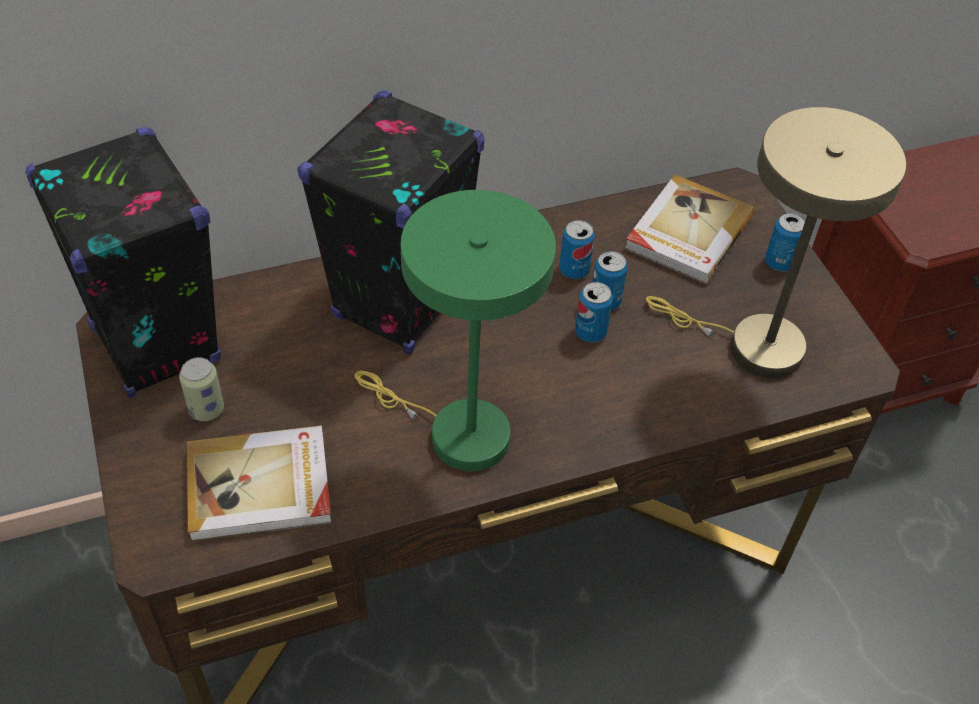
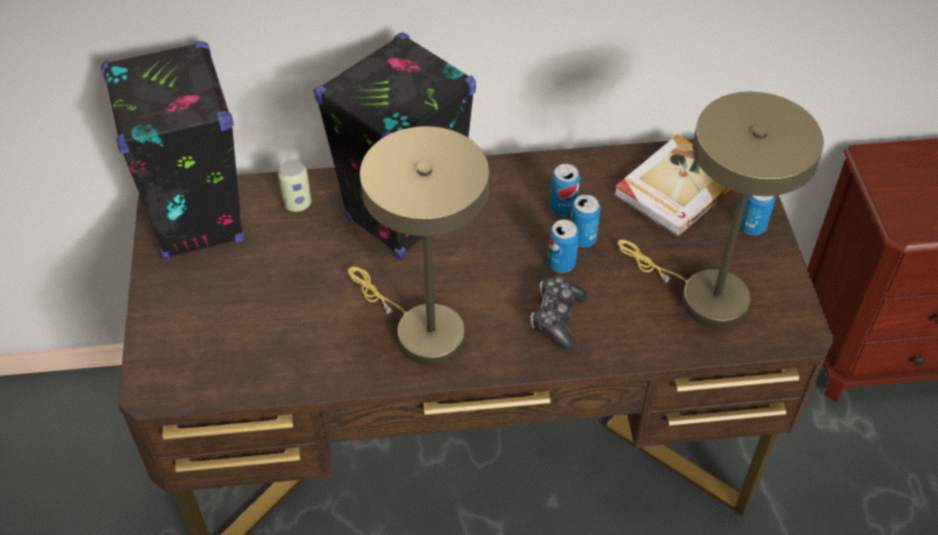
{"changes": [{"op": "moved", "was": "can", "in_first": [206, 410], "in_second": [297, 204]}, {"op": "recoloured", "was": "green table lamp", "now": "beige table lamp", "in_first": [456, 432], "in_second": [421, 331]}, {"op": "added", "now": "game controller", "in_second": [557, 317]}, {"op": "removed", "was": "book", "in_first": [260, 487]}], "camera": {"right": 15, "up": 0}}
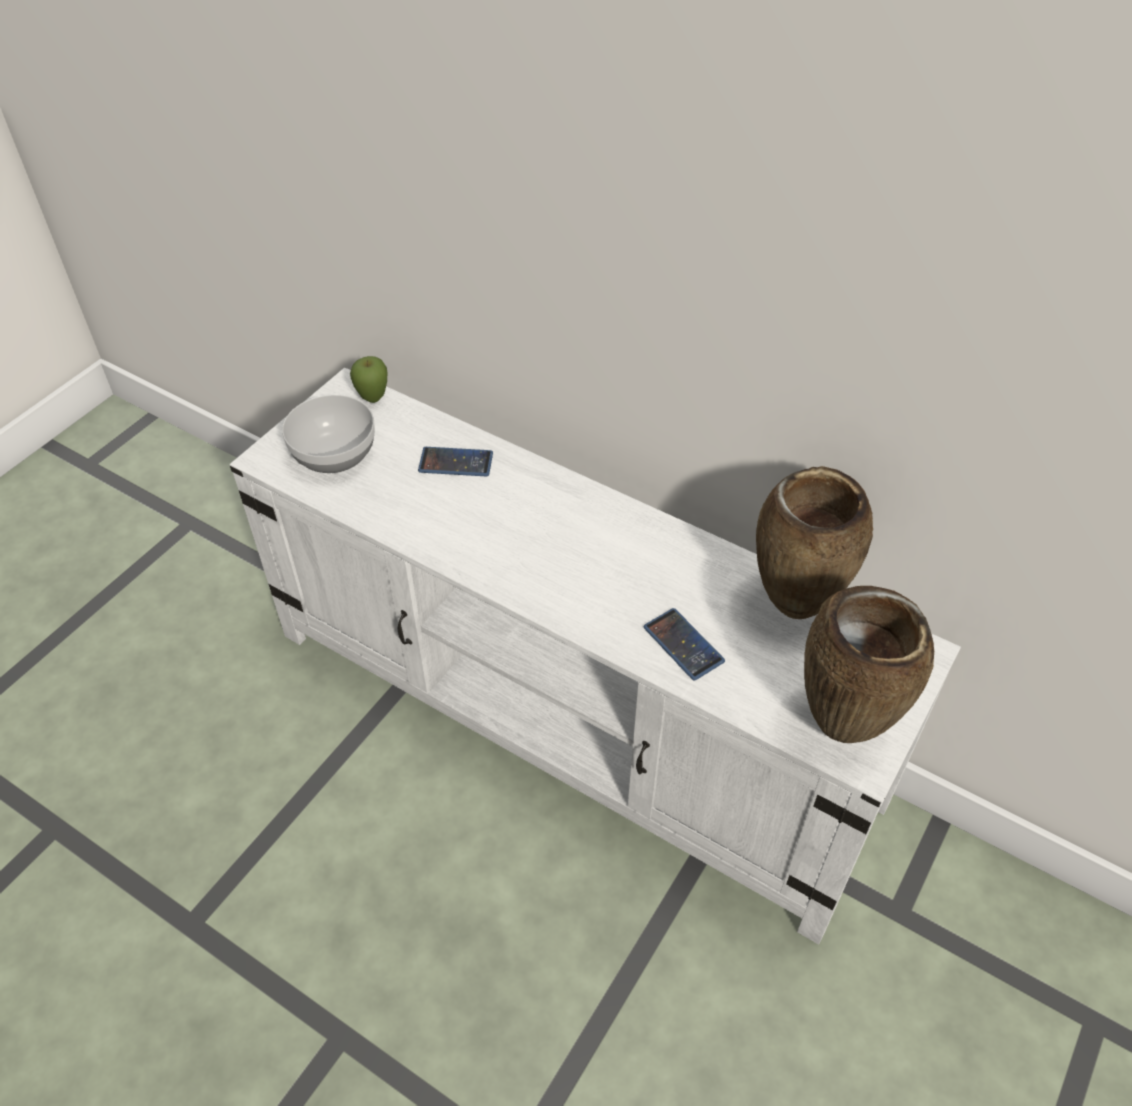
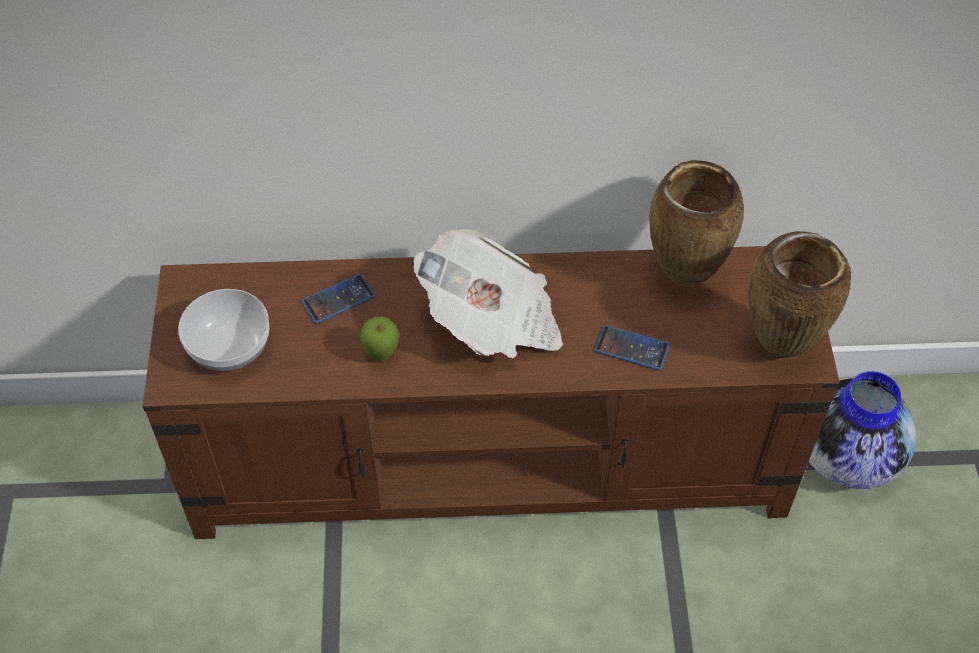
{"changes": [{"op": "recoloured", "was": "white tv stand", "now": "brown tv stand", "in_first": [570, 718], "in_second": [492, 463]}, {"op": "moved", "was": "apple", "in_first": [373, 399], "in_second": [381, 355]}, {"op": "added", "now": "newspaper", "in_second": [492, 321]}, {"op": "added", "now": "vase", "in_second": [847, 455]}], "camera": {"right": -35, "up": 5}}
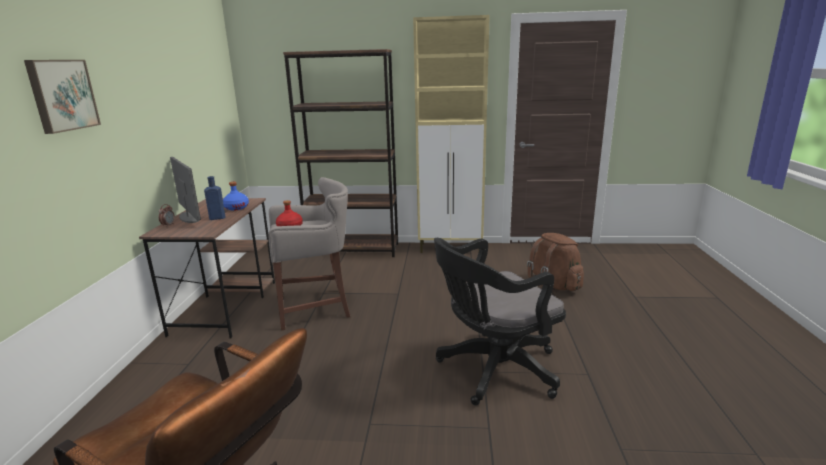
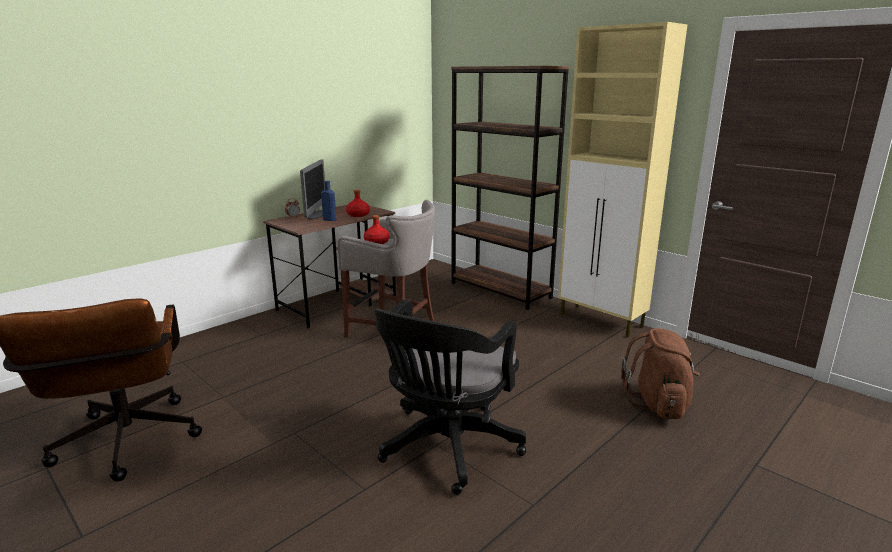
{"changes": [{"op": "recoloured", "was": "blue bottle", "now": "red bottle", "in_first": [236, 208], "in_second": [358, 215]}, {"op": "turned", "was": "black office chair", "in_first": [493, 370], "in_second": [446, 449], "clockwise": -75}, {"op": "removed", "was": "picture", "in_first": [62, 95]}], "camera": {"right": 40, "up": 0}}
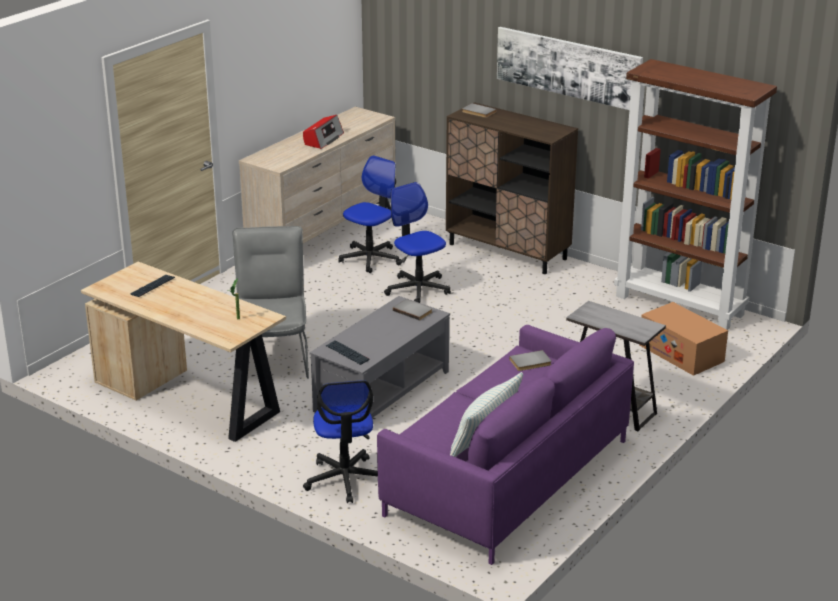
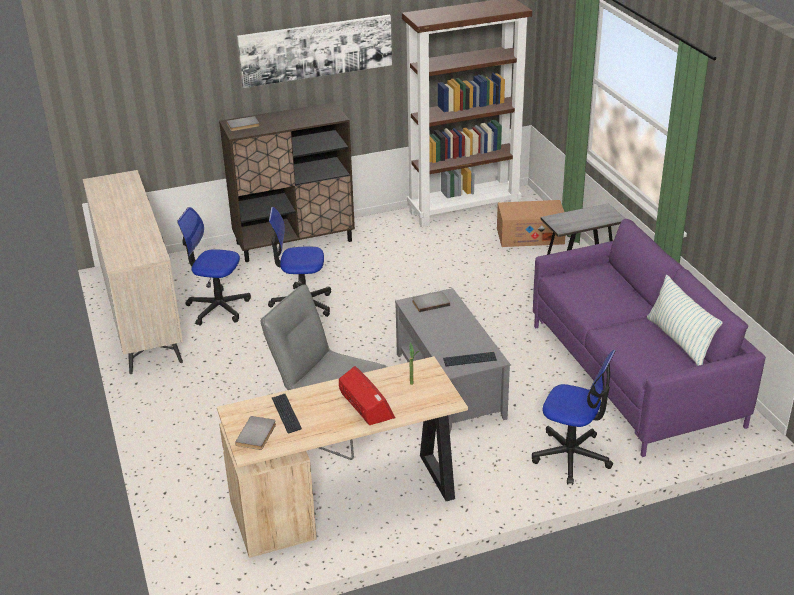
{"changes": [{"op": "turned", "was": "office chair", "in_first": [370, 259], "in_second": [218, 308], "clockwise": -60}, {"op": "moved", "was": "grey book", "in_first": [531, 363], "in_second": [257, 434]}, {"op": "moved", "was": "radio", "in_first": [323, 139], "in_second": [366, 405]}], "camera": {"right": -55, "up": 5}}
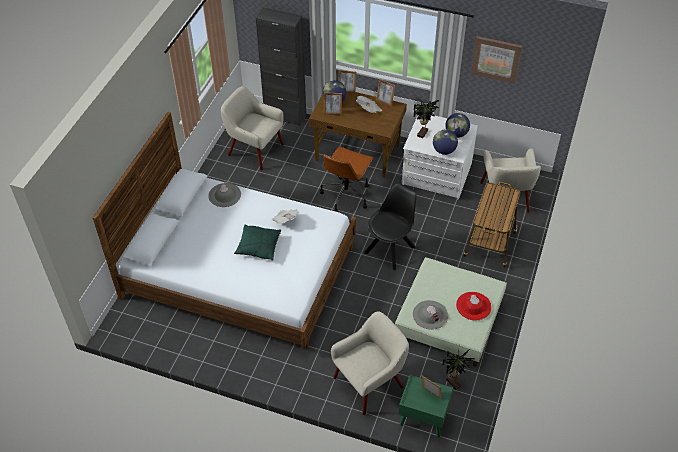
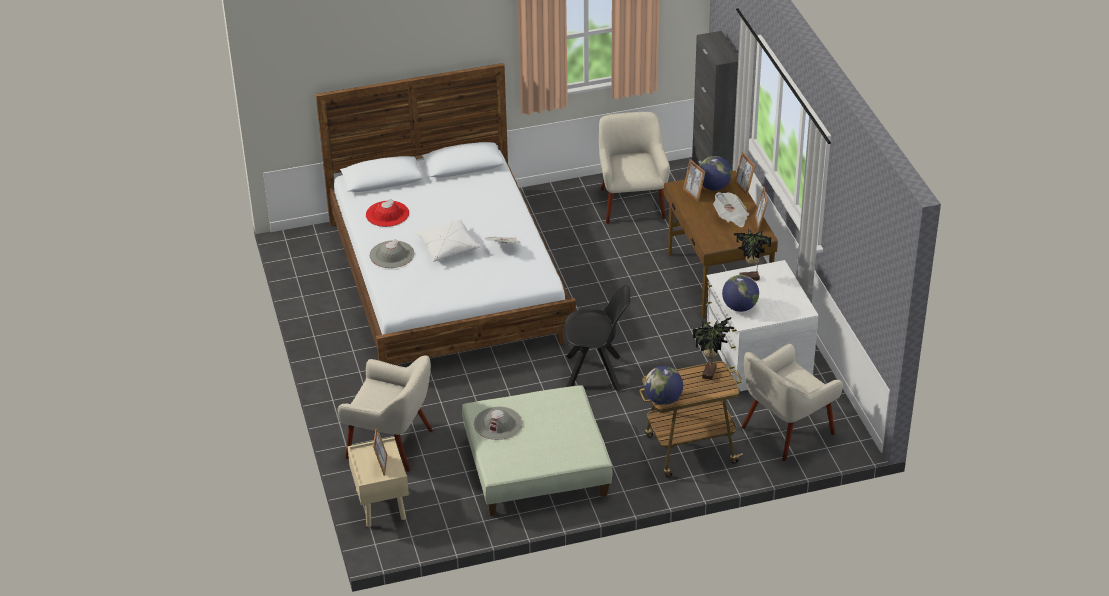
{"changes": [{"op": "recoloured", "was": "green nightstand", "now": "beige nightstand", "in_first": [422, 419], "in_second": [380, 504]}, {"op": "moved", "was": "red hat", "in_first": [473, 306], "in_second": [387, 214]}, {"op": "moved", "was": "grey hat", "in_first": [224, 195], "in_second": [392, 254]}, {"op": "recoloured", "was": "green pillow", "now": "white pillow", "in_first": [258, 247], "in_second": [447, 247]}, {"op": "moved", "was": "globe", "in_first": [456, 134], "in_second": [663, 400]}, {"op": "moved", "was": "potted plant", "in_first": [454, 382], "in_second": [711, 372]}, {"op": "removed", "was": "brown office chair", "in_first": [346, 195]}, {"op": "removed", "was": "picture", "in_first": [496, 59]}], "camera": {"right": 55, "up": -10}}
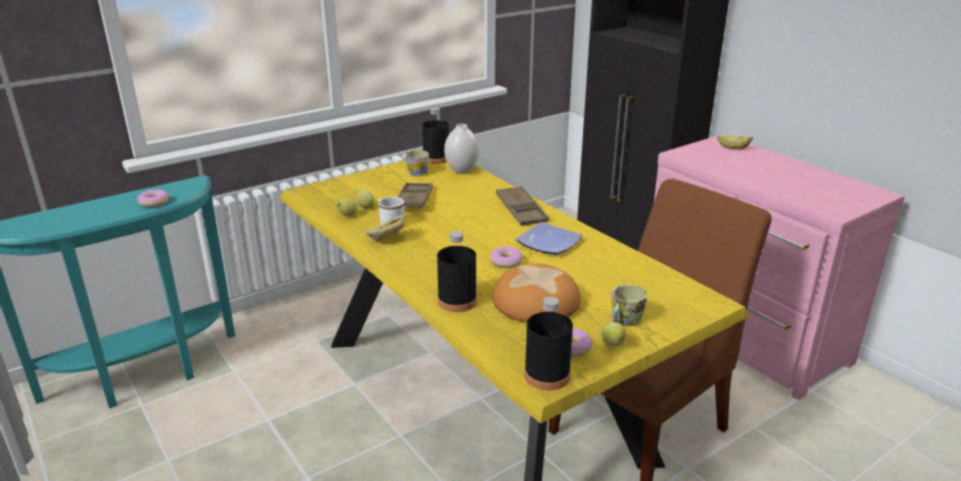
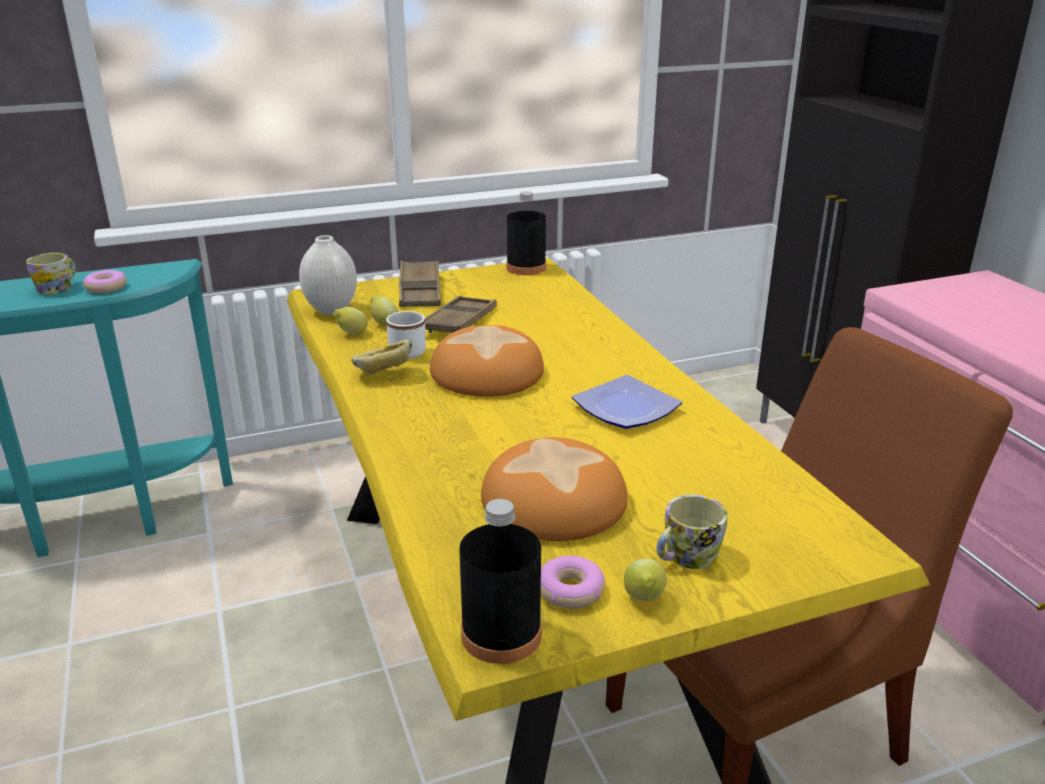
{"changes": [{"op": "moved", "was": "mug", "in_first": [418, 172], "in_second": [58, 288]}, {"op": "moved", "was": "white vase", "in_first": [461, 170], "in_second": [331, 310]}, {"op": "moved", "was": "brown tray", "in_first": [521, 210], "in_second": [420, 290]}, {"op": "added", "now": "bread", "in_second": [485, 372]}, {"op": "removed", "was": "black bottle", "in_first": [457, 301]}, {"op": "removed", "was": "donut", "in_first": [506, 262]}, {"op": "removed", "was": "banana", "in_first": [732, 148]}], "camera": {"right": 15, "up": 0}}
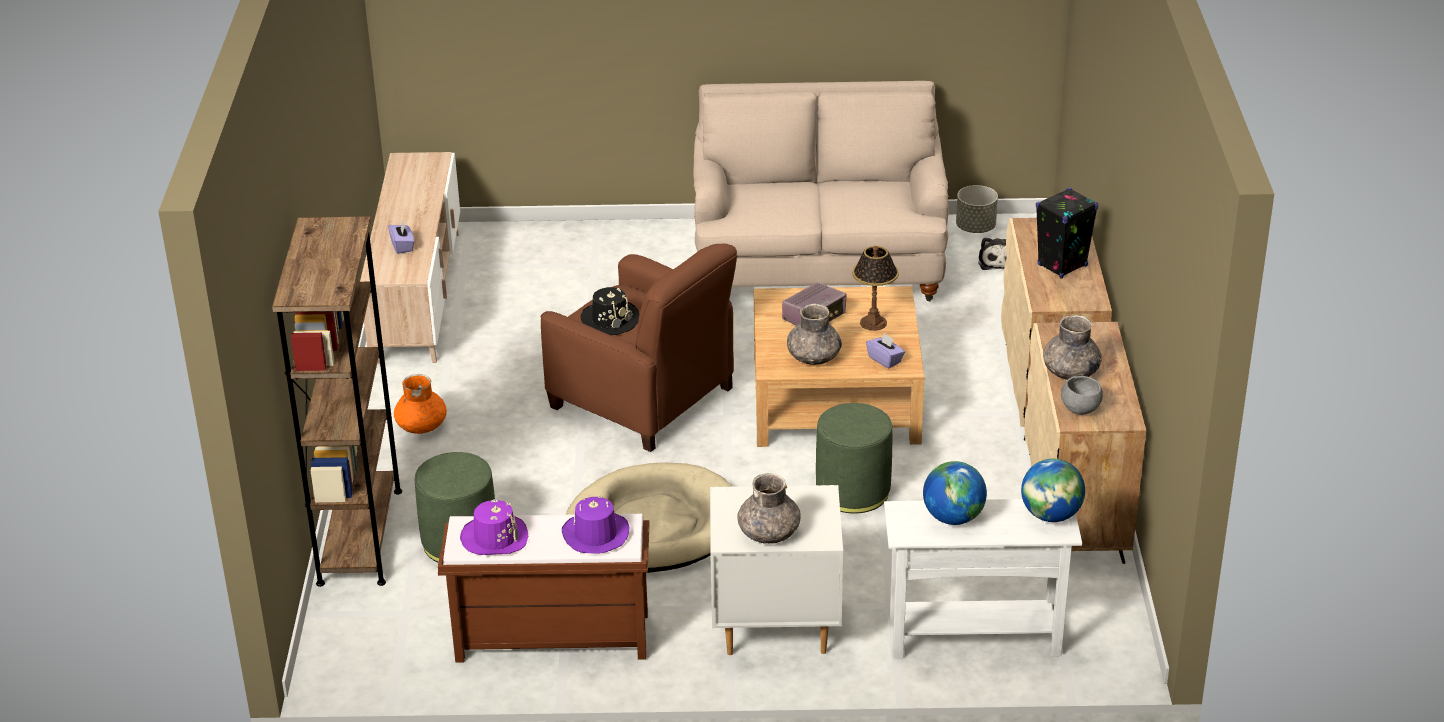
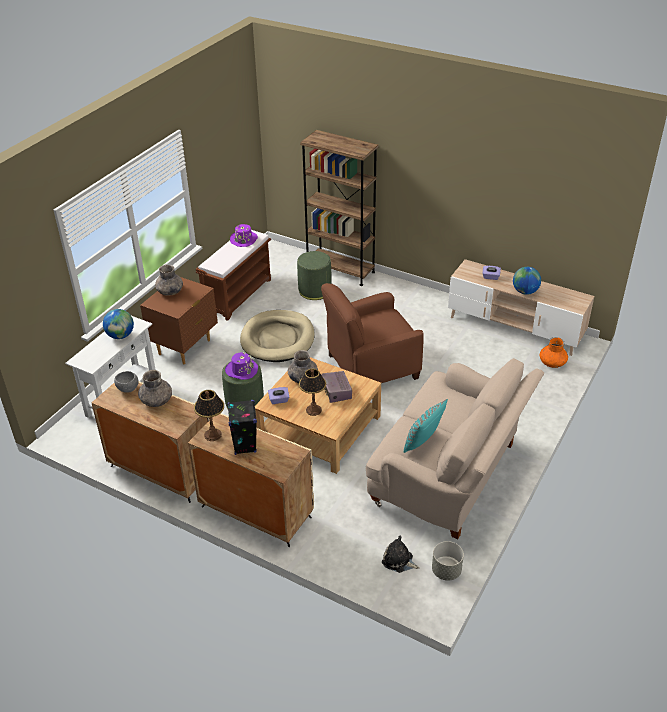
{"changes": [{"op": "recoloured", "was": "white nightstand", "now": "brown nightstand", "in_first": [775, 629], "in_second": [185, 347]}, {"op": "added", "now": "table lamp", "in_second": [213, 435]}, {"op": "moved", "was": "purple hat", "in_first": [595, 534], "in_second": [241, 370]}, {"op": "added", "now": "turquoise pillow", "in_second": [423, 442]}, {"op": "moved", "was": "globe", "in_first": [1051, 515], "in_second": [525, 292]}, {"op": "moved", "was": "orange vase", "in_first": [422, 425], "in_second": [552, 363]}, {"op": "removed", "was": "black hat", "in_first": [610, 319]}], "camera": {"right": 120, "up": 5}}
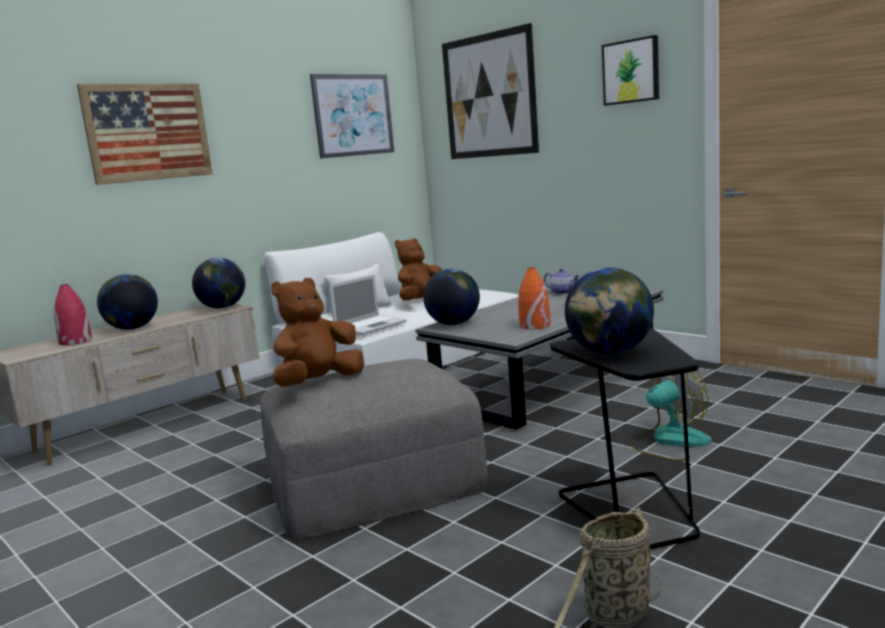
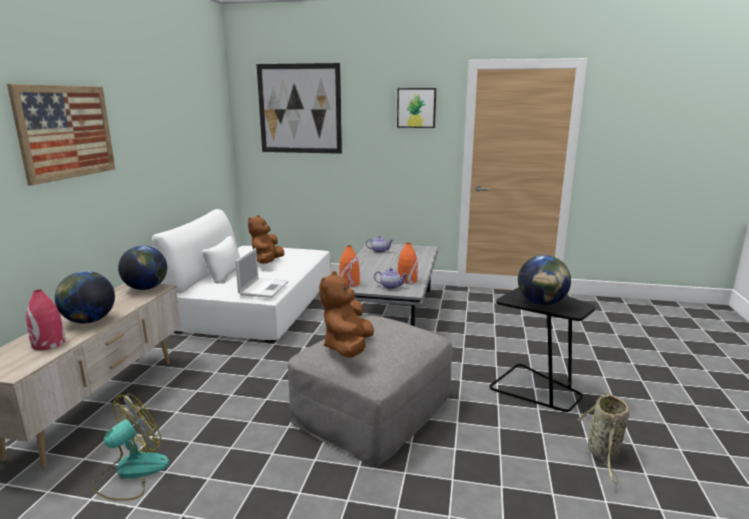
{"changes": [{"op": "moved", "was": "fan", "in_first": [669, 442], "in_second": [131, 472]}, {"op": "replaced", "was": "globe", "now": "orange vase", "in_first": [453, 324], "in_second": [349, 283]}, {"op": "added", "now": "teapot", "in_second": [390, 286]}, {"op": "removed", "was": "picture", "in_first": [353, 115]}], "camera": {"right": -35, "up": 5}}
